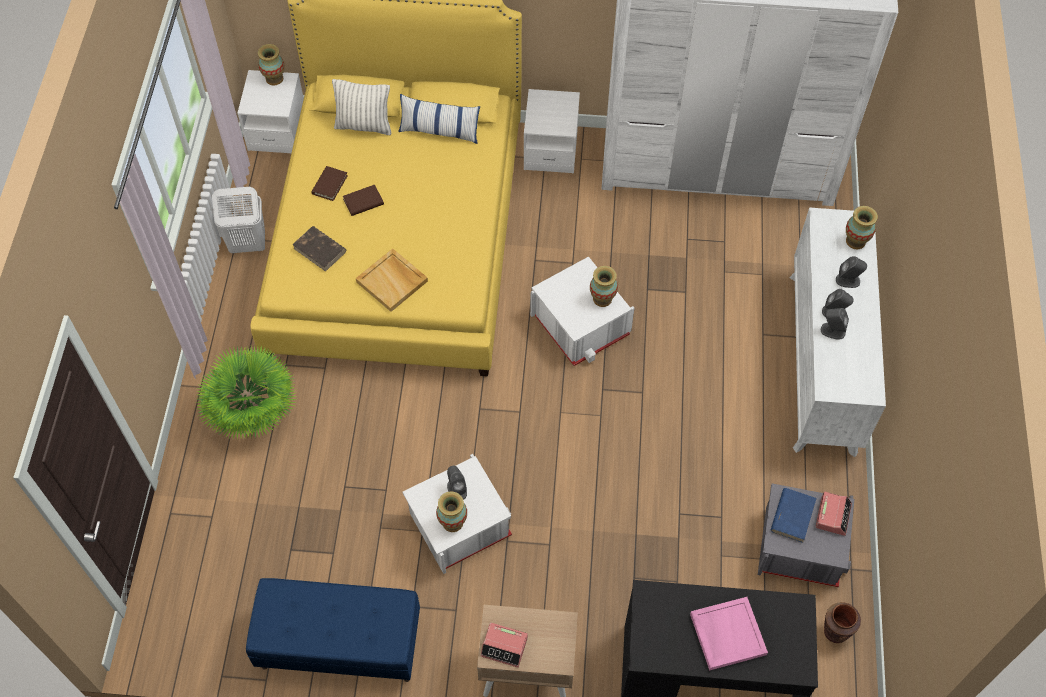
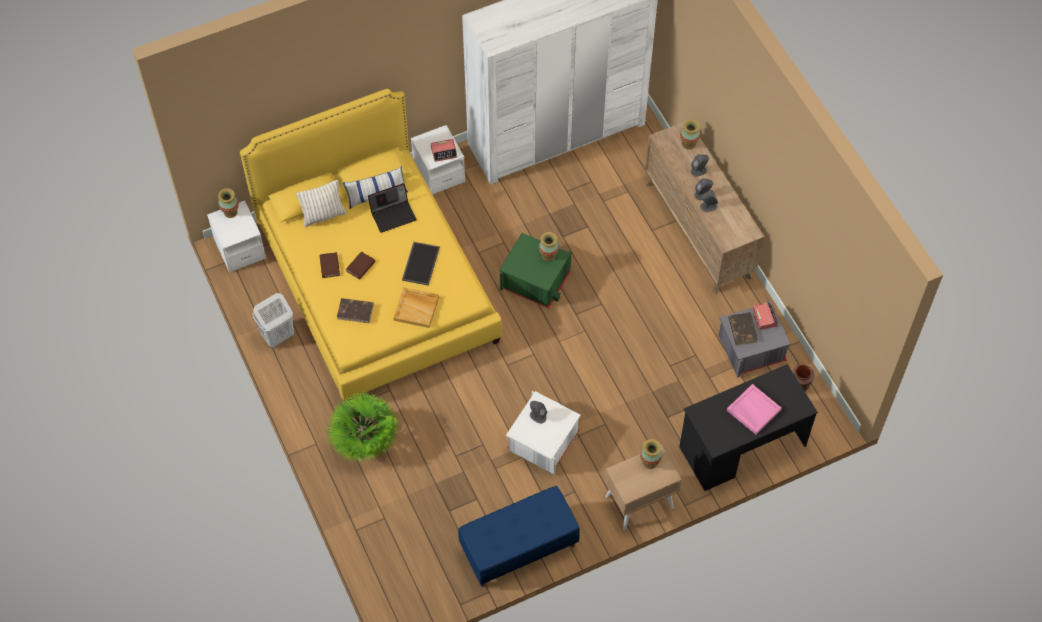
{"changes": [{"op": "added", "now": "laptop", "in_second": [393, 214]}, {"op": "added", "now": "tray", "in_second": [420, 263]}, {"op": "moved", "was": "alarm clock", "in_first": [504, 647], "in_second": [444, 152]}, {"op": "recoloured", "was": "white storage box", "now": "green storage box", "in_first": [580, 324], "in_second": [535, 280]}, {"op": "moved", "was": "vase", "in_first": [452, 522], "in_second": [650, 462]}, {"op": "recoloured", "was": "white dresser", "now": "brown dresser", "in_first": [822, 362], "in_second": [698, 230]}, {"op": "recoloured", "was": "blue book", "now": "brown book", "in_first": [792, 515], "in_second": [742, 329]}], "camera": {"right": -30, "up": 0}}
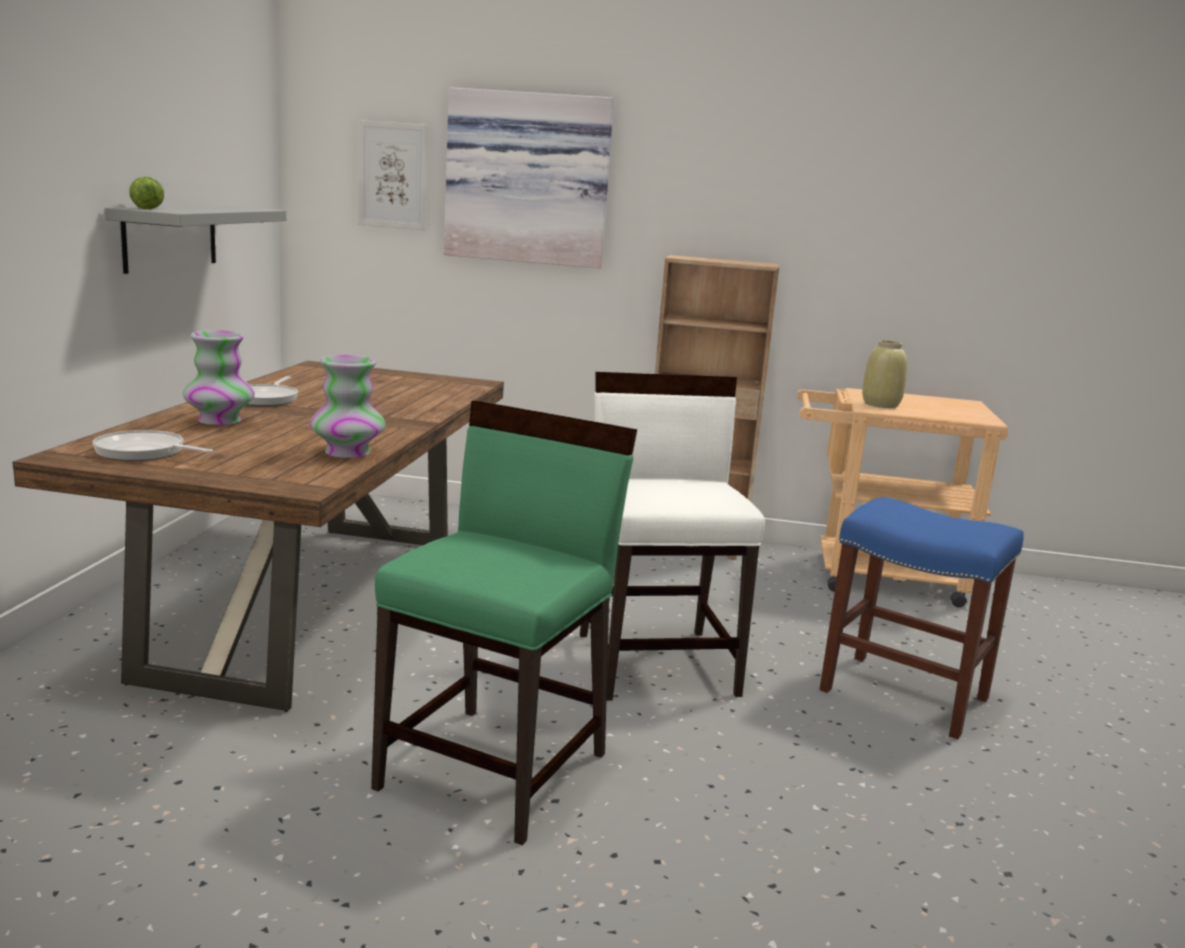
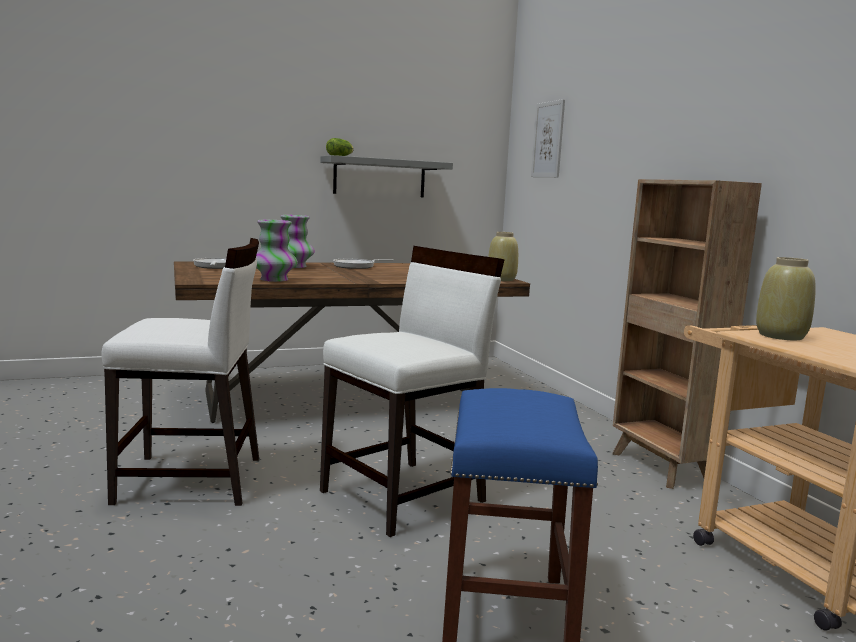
{"changes": [{"op": "recoloured", "was": "green chair", "now": "white chair", "in_first": [496, 770], "in_second": [191, 480]}, {"op": "added", "now": "beige vase", "in_second": [502, 279]}, {"op": "removed", "was": "picture", "in_first": [528, 179]}], "camera": {"right": 60, "up": -5}}
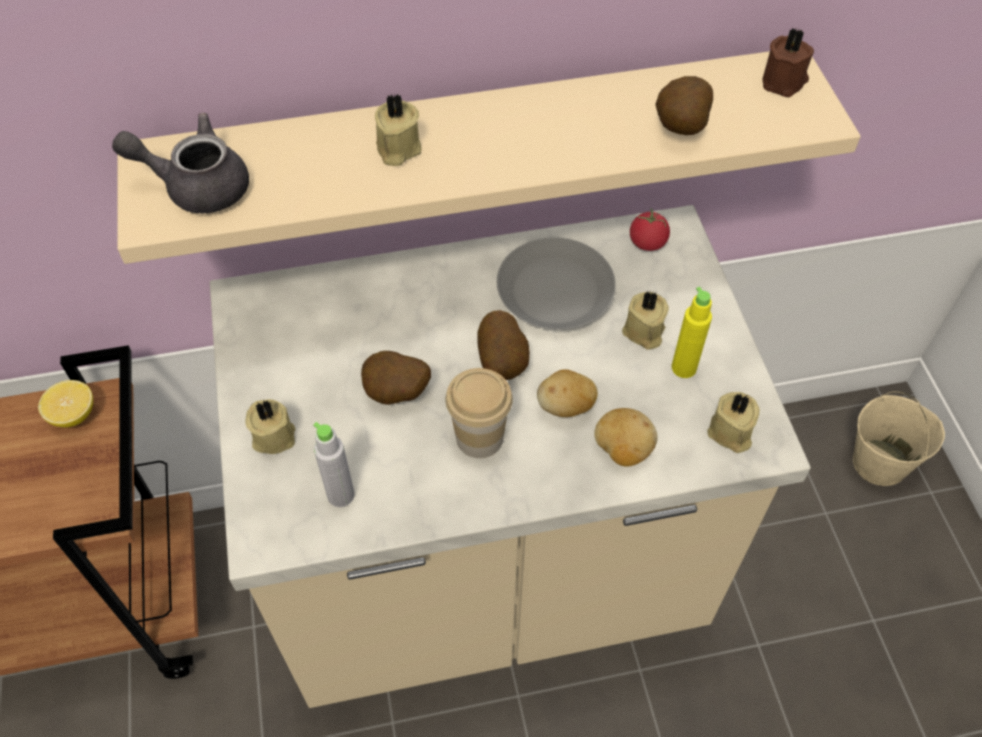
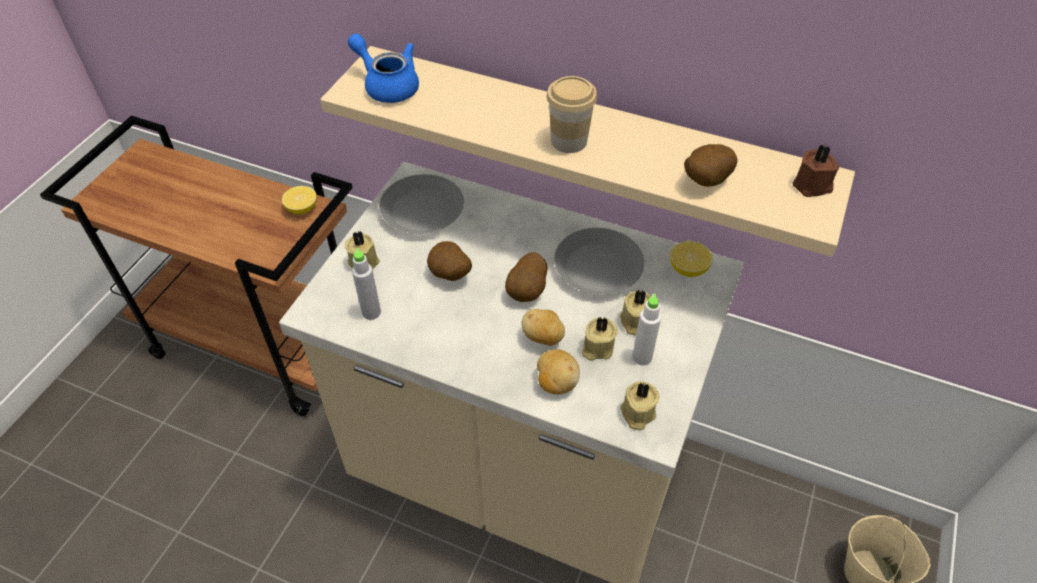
{"changes": [{"op": "recoloured", "was": "grey teapot", "now": "blue teapot", "in_first": [197, 186], "in_second": [387, 85]}, {"op": "added", "now": "grey plate", "in_second": [423, 211]}, {"op": "moved", "was": "cup", "in_first": [479, 437], "in_second": [569, 141]}, {"op": "moved", "was": "beige candle", "in_first": [397, 149], "in_second": [597, 348]}, {"op": "recoloured", "was": "yellow bottle", "now": "white bottle", "in_first": [684, 368], "in_second": [642, 357]}, {"op": "replaced", "was": "tomato", "now": "lemon", "in_first": [647, 242], "in_second": [688, 269]}], "camera": {"right": 35, "up": -5}}
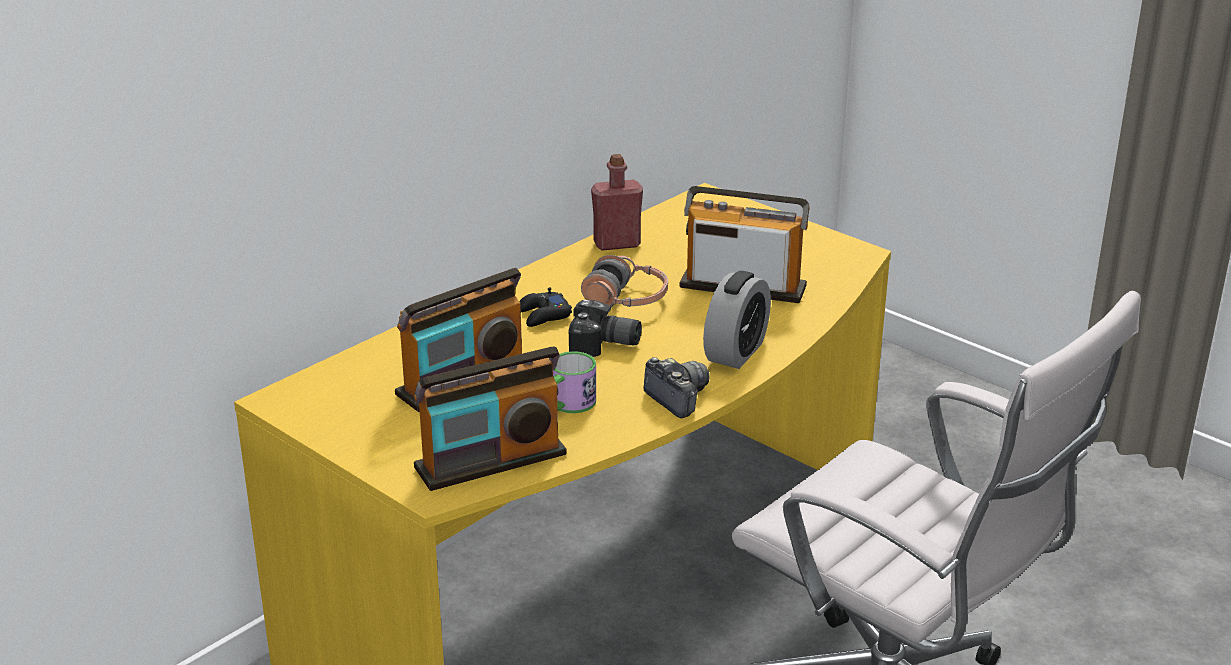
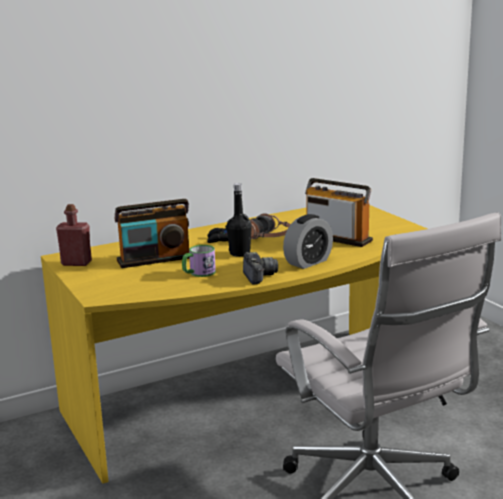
{"changes": [{"op": "moved", "was": "red bottle", "in_first": [617, 244], "in_second": [76, 263]}, {"op": "replaced", "was": "photo camera", "now": "black bottle", "in_first": [604, 346], "in_second": [240, 253]}, {"op": "removed", "was": "radio", "in_first": [491, 461]}], "camera": {"right": 20, "up": -10}}
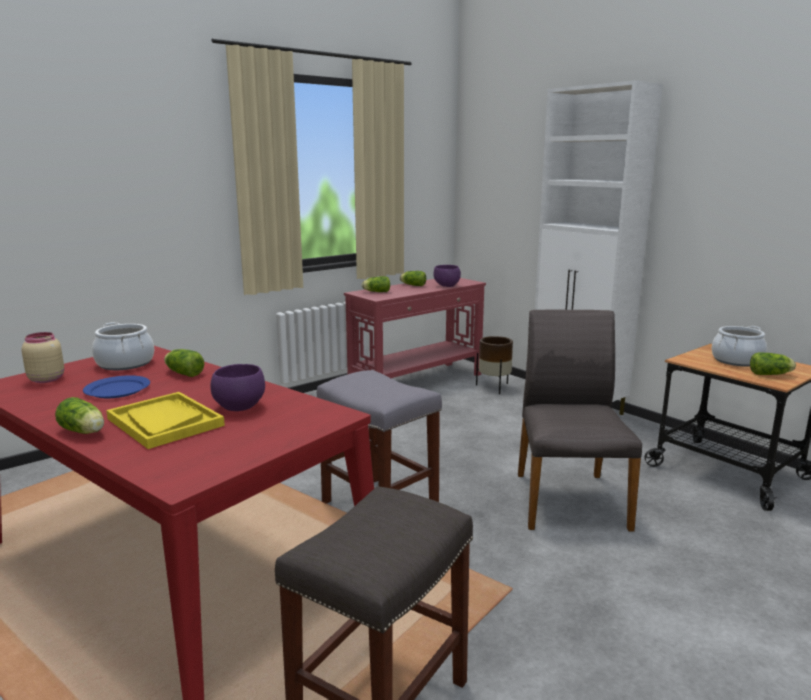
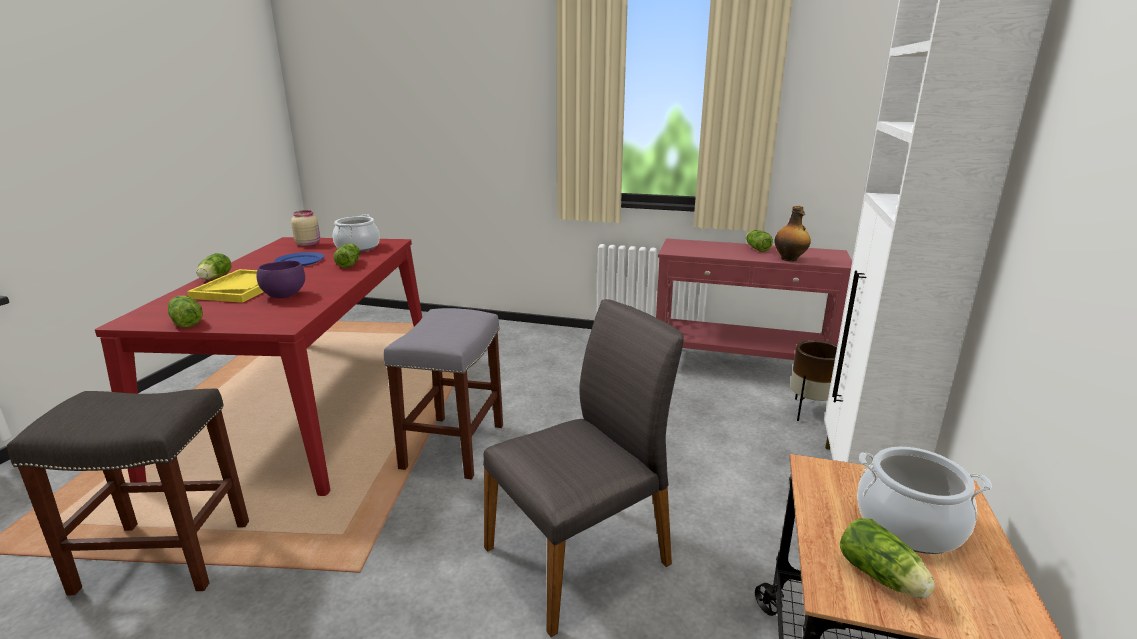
{"changes": [{"op": "moved", "was": "lettuce", "in_first": [376, 292], "in_second": [186, 321]}, {"op": "replaced", "was": "purple bowl", "now": "bottle", "in_first": [447, 286], "in_second": [789, 259]}], "camera": {"right": 55, "up": 5}}
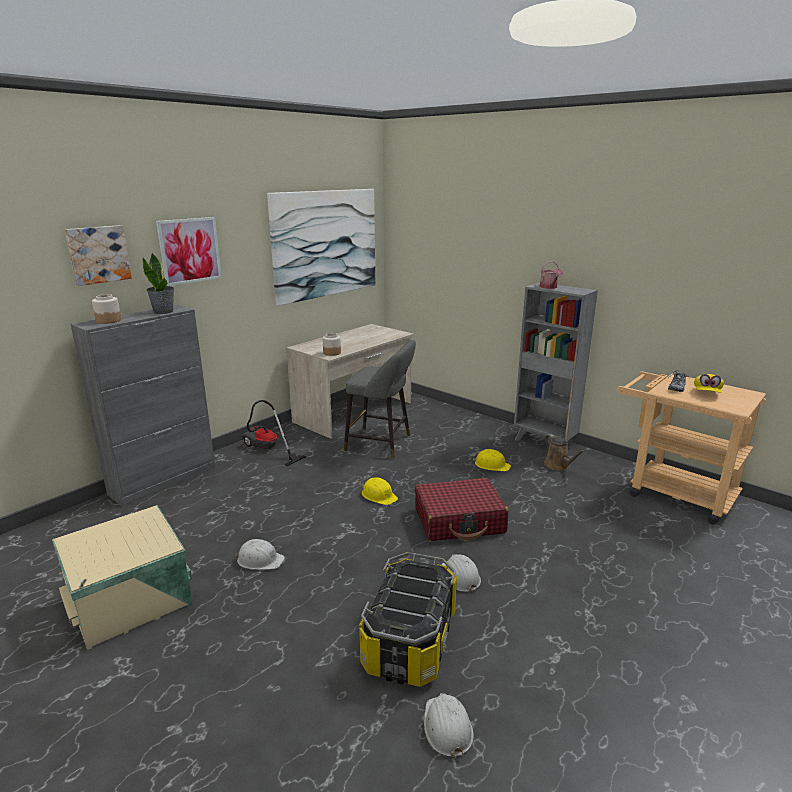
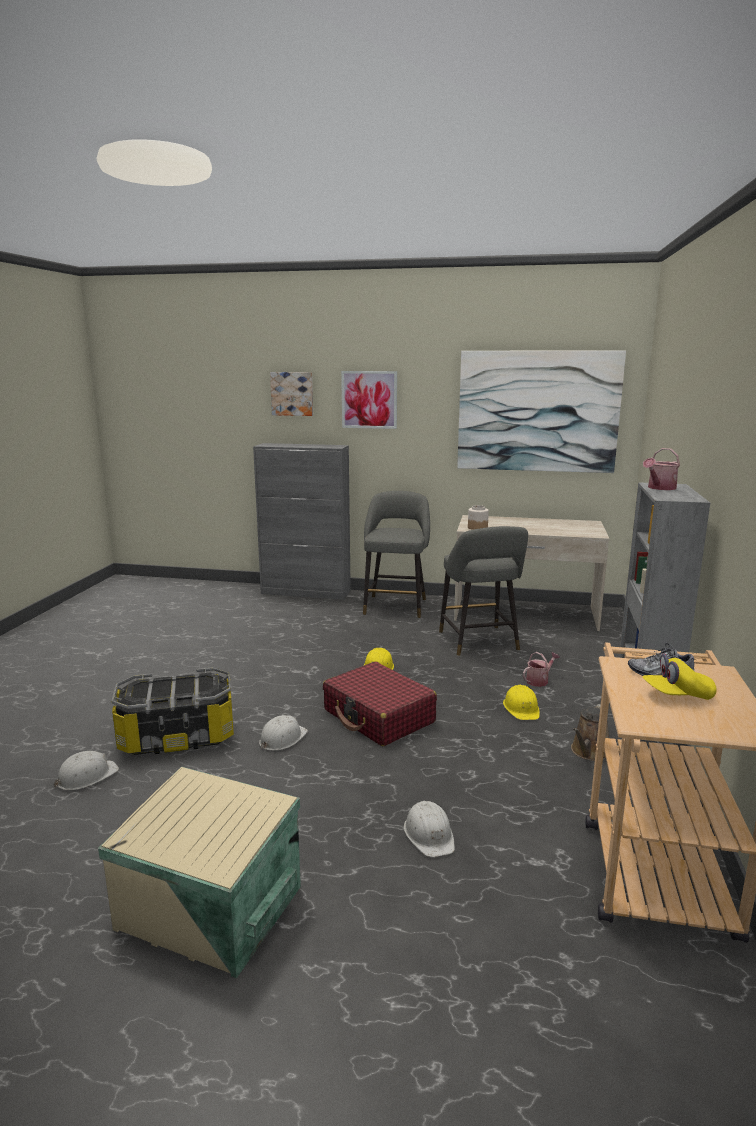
{"changes": [{"op": "moved", "was": "beige storage box", "in_first": [132, 602], "in_second": [210, 910]}, {"op": "replaced", "was": "vacuum cleaner", "now": "grey stool", "in_first": [266, 450], "in_second": [395, 605]}, {"op": "moved", "was": "white hard hat", "in_first": [260, 560], "in_second": [429, 835]}, {"op": "added", "now": "watering can", "in_second": [539, 680]}, {"op": "removed", "was": "jar", "in_first": [108, 320]}, {"op": "removed", "was": "potted plant", "in_first": [163, 311]}], "camera": {"right": 60, "up": -5}}
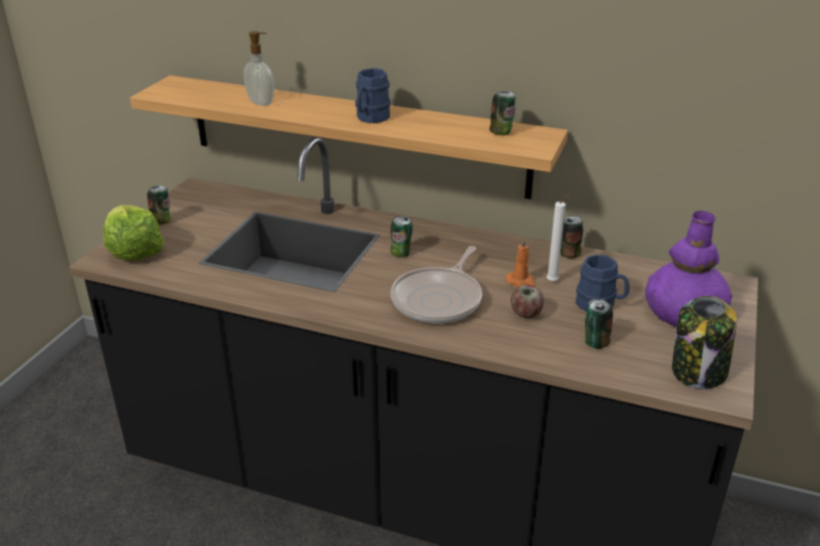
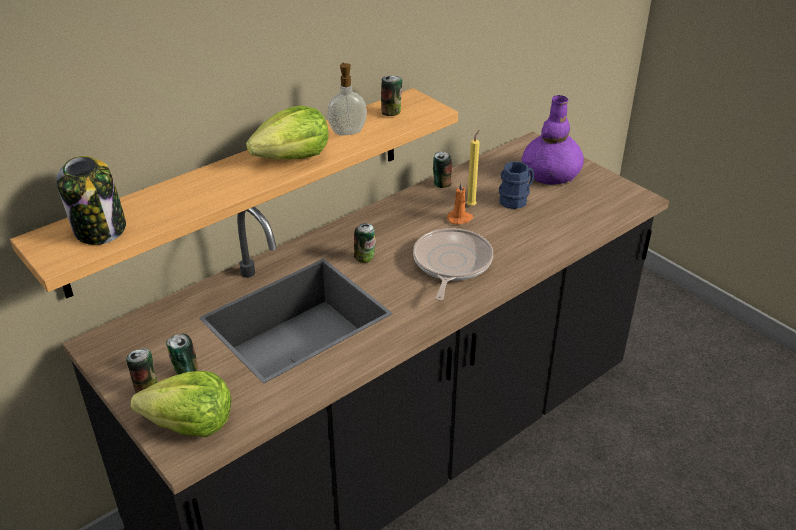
{"changes": [{"op": "moved", "was": "jar", "in_first": [698, 372], "in_second": [100, 229]}, {"op": "moved", "was": "can", "in_first": [595, 342], "in_second": [185, 372]}, {"op": "replaced", "was": "blue mug", "now": "lettuce", "in_first": [370, 118], "in_second": [293, 157]}, {"op": "moved", "was": "soap dispenser", "in_first": [262, 102], "in_second": [347, 131]}, {"op": "turned", "was": "frying pan", "in_first": [439, 299], "in_second": [451, 264], "clockwise": -135}, {"op": "recoloured", "was": "white candle", "now": "yellow candle", "in_first": [554, 282], "in_second": [472, 205]}, {"op": "removed", "was": "apple", "in_first": [526, 314]}], "camera": {"right": -60, "up": 5}}
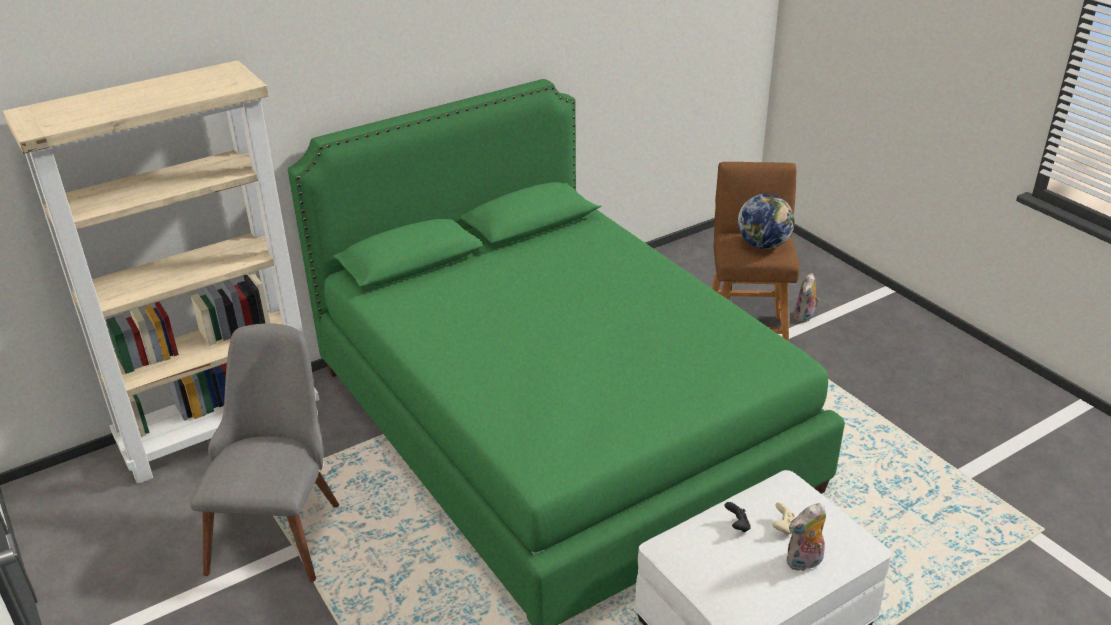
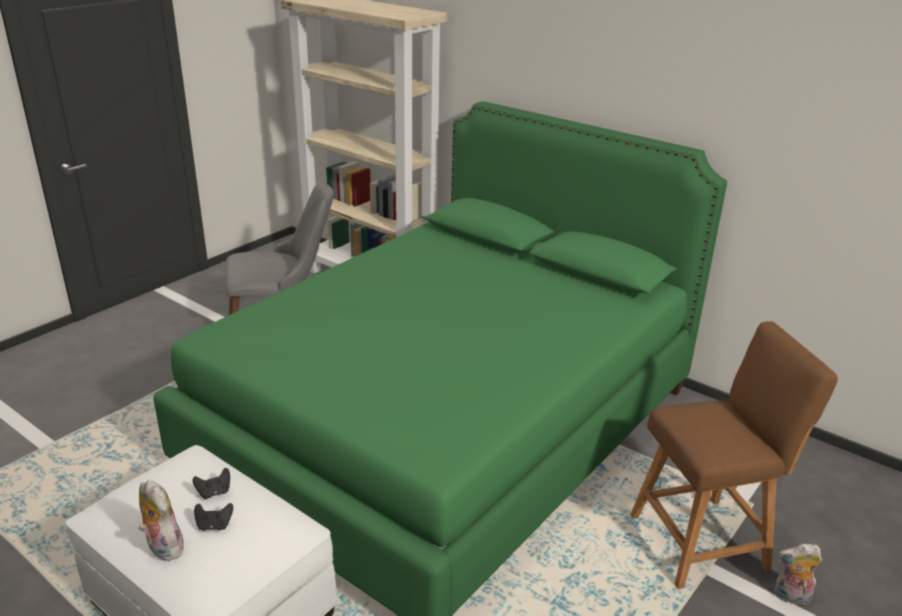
{"changes": [{"op": "recoloured", "was": "beige game controller", "now": "black game controller", "in_first": [783, 527], "in_second": [214, 525]}, {"op": "removed", "was": "globe", "in_first": [763, 244]}], "camera": {"right": 70, "up": -5}}
